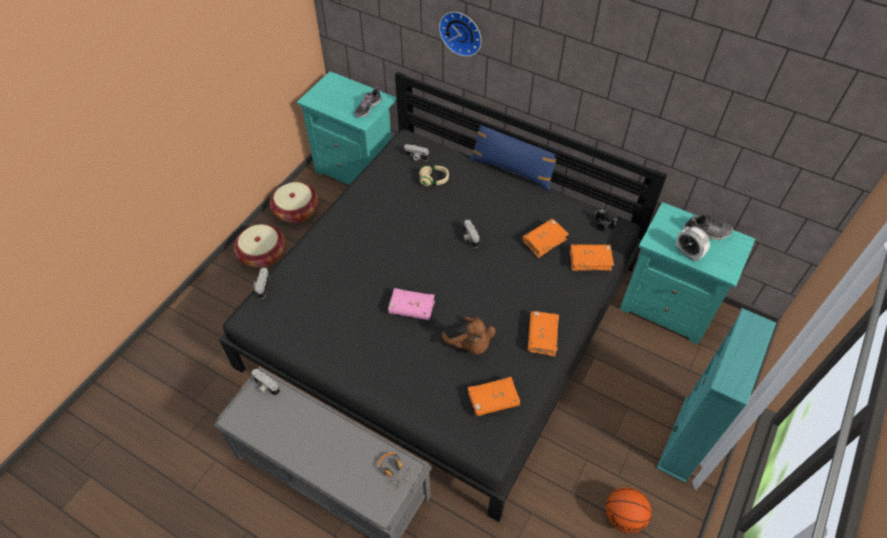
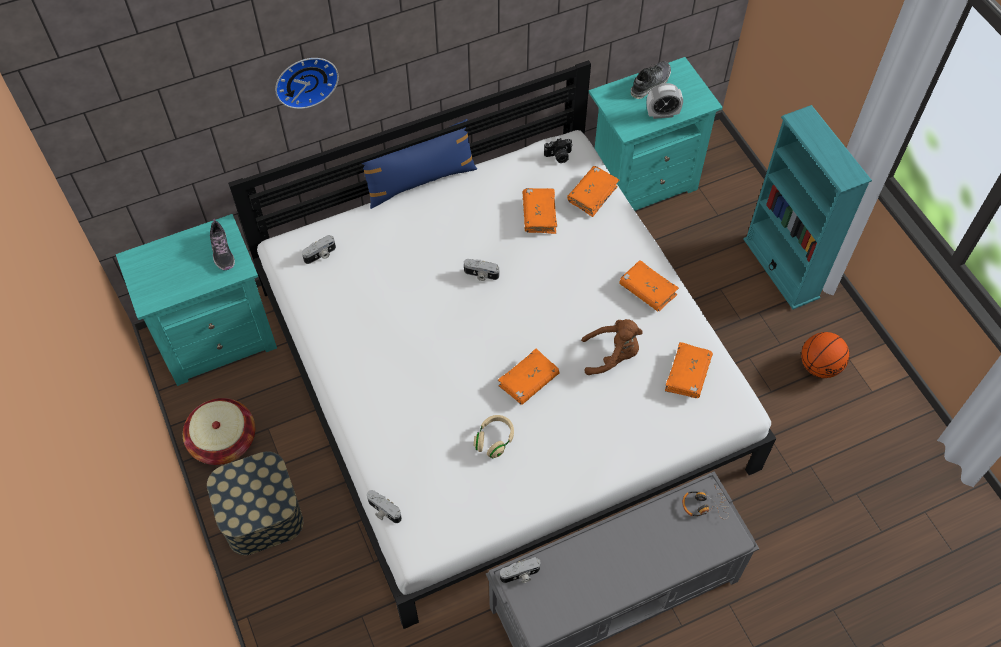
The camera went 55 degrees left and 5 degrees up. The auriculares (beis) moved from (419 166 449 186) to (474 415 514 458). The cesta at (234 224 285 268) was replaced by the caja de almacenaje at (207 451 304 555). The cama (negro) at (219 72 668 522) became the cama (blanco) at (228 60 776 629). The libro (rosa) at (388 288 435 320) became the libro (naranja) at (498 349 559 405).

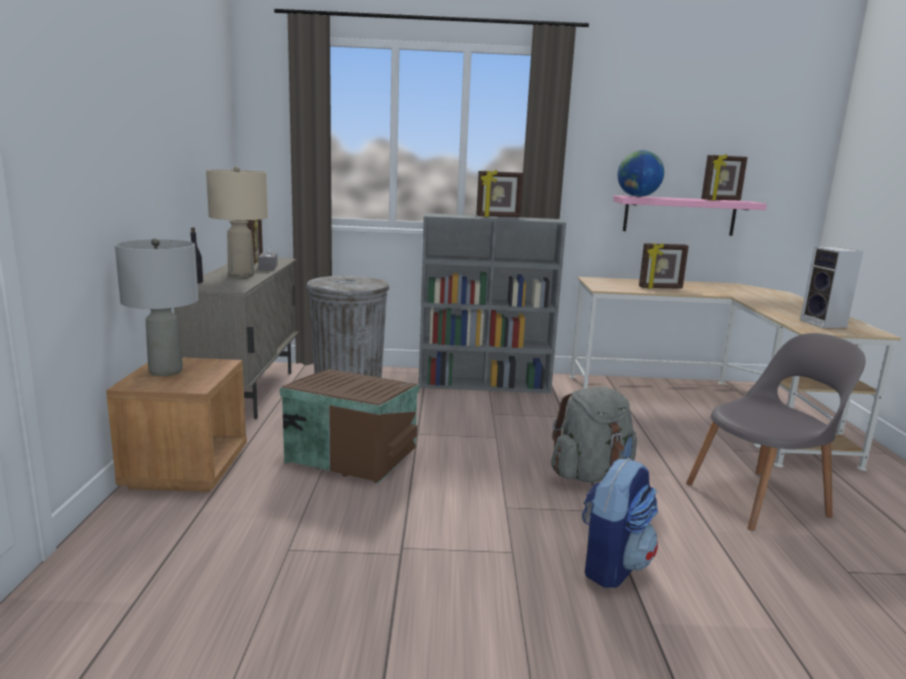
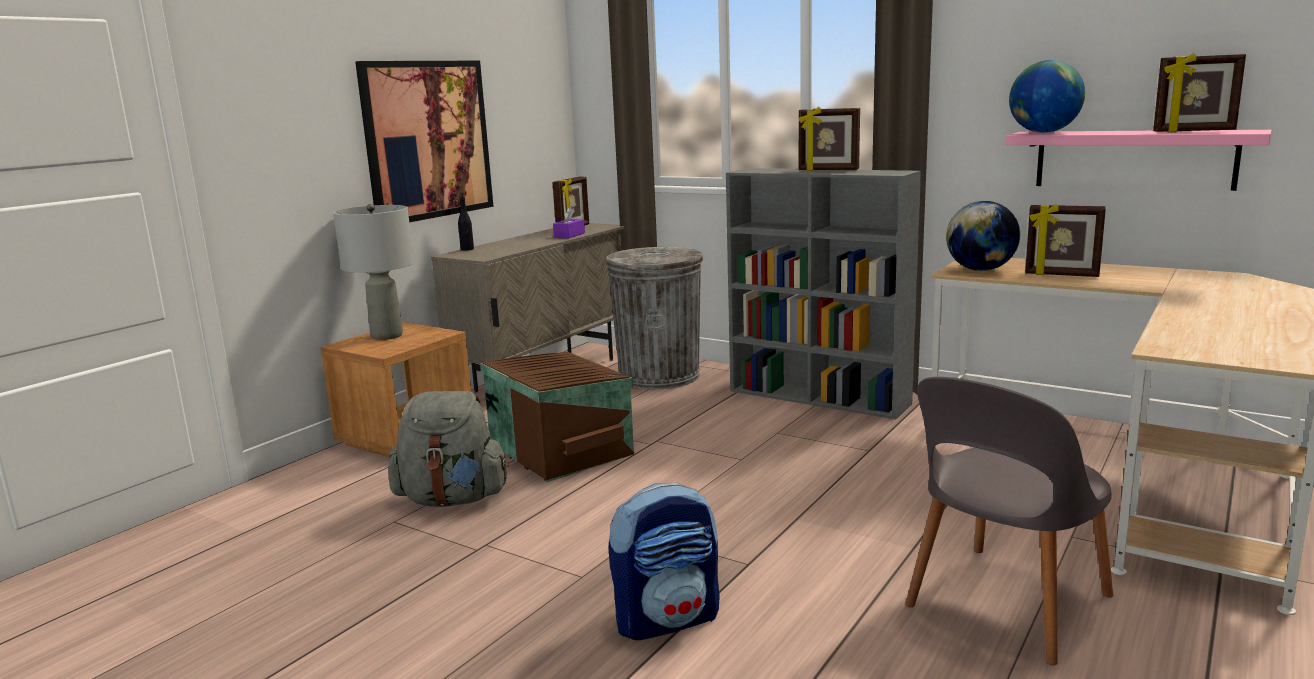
The camera went 35 degrees right and 0 degrees up. The lámpara de mesa (beis) at (206 166 268 278) disappeared. The altavoz at (800 247 863 328) disappeared. The cuadro at (355 61 494 222) appeared. The globo terráqueo at (946 201 1020 271) appeared. The mochila (gris) moved from (551 387 637 482) to (388 391 509 507). The caja de pañuelos (gris) at (258 243 278 270) became the caja de pañuelos (morado) at (553 207 585 239). The silla (gris) at (686 333 865 531) turned 120 degrees clockwise.

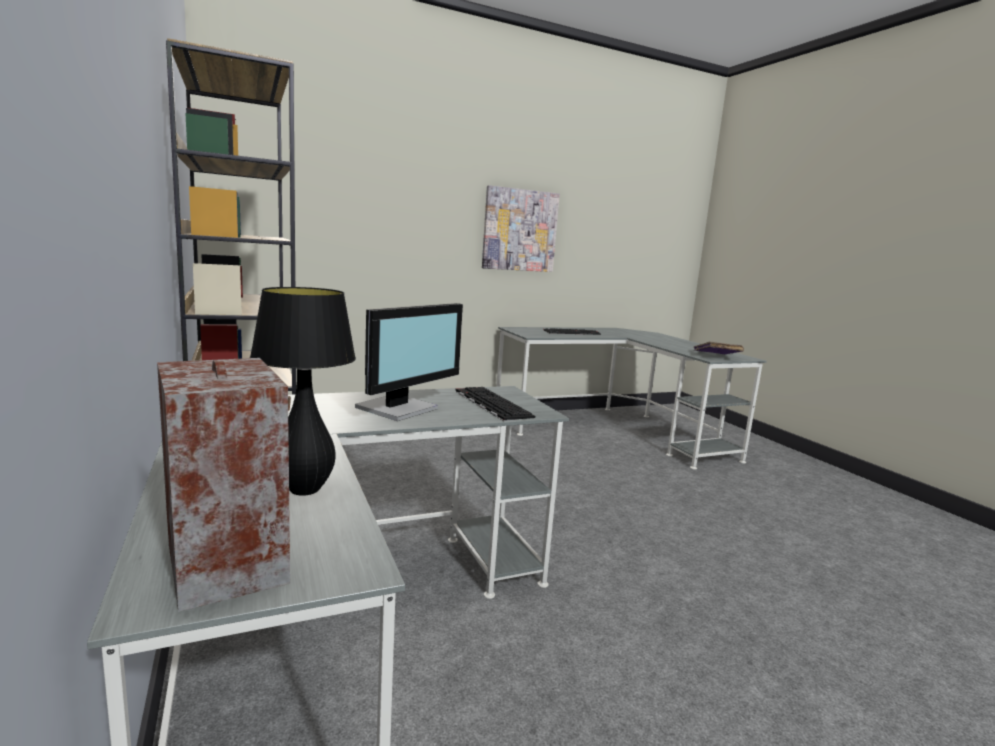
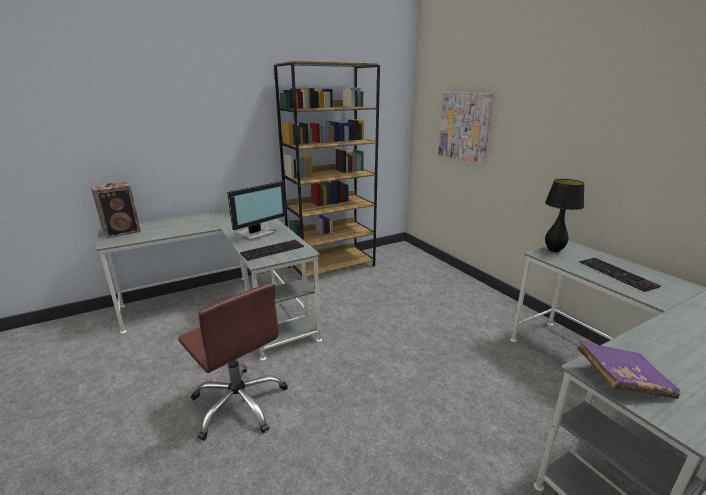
The camera went 85 degrees right and 10 degrees up. The silla de oficina (marrón) at (178 283 288 441) appeared. The lámpara de mesa (negro) moved from (250 287 356 496) to (545 179 585 252). The cuadro moved from (482 185 560 272) to (438 92 494 164). The monitor at (355 303 463 421) turned 75 degrees counterclockwise.

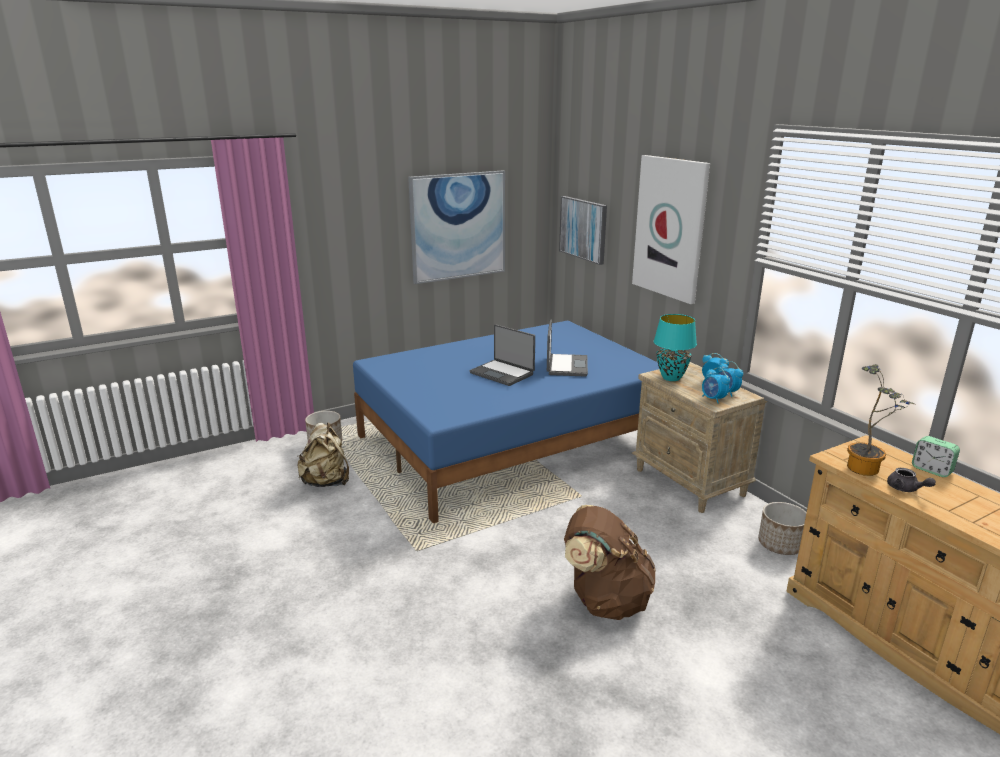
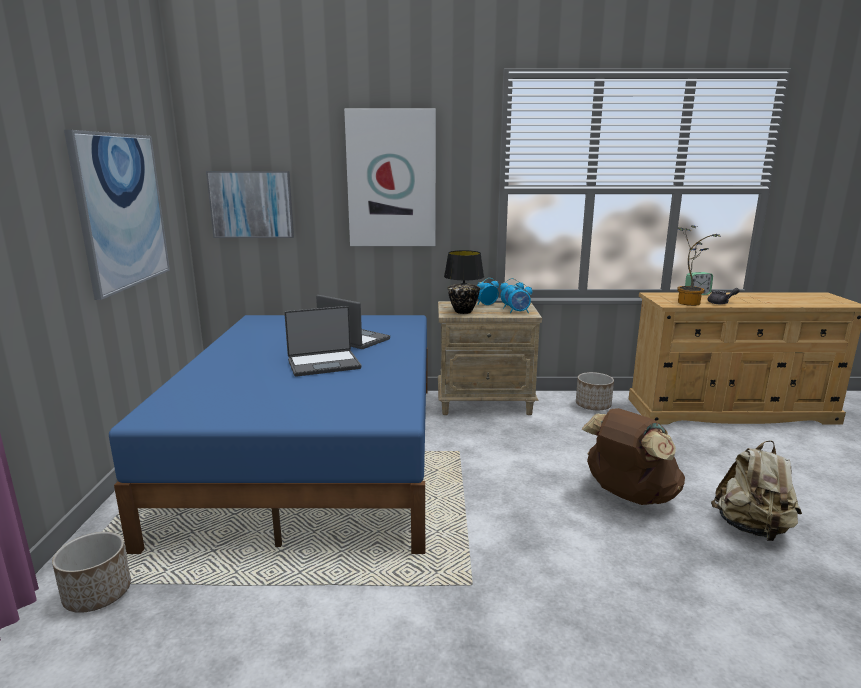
The camera went 60 degrees left and 5 degrees down. The mochila (beis) moved from (297 423 349 487) to (711 440 802 541). The lámpara de mesa (turquesa) at (654 314 697 381) became the lámpara de mesa (negro) at (444 250 484 314).

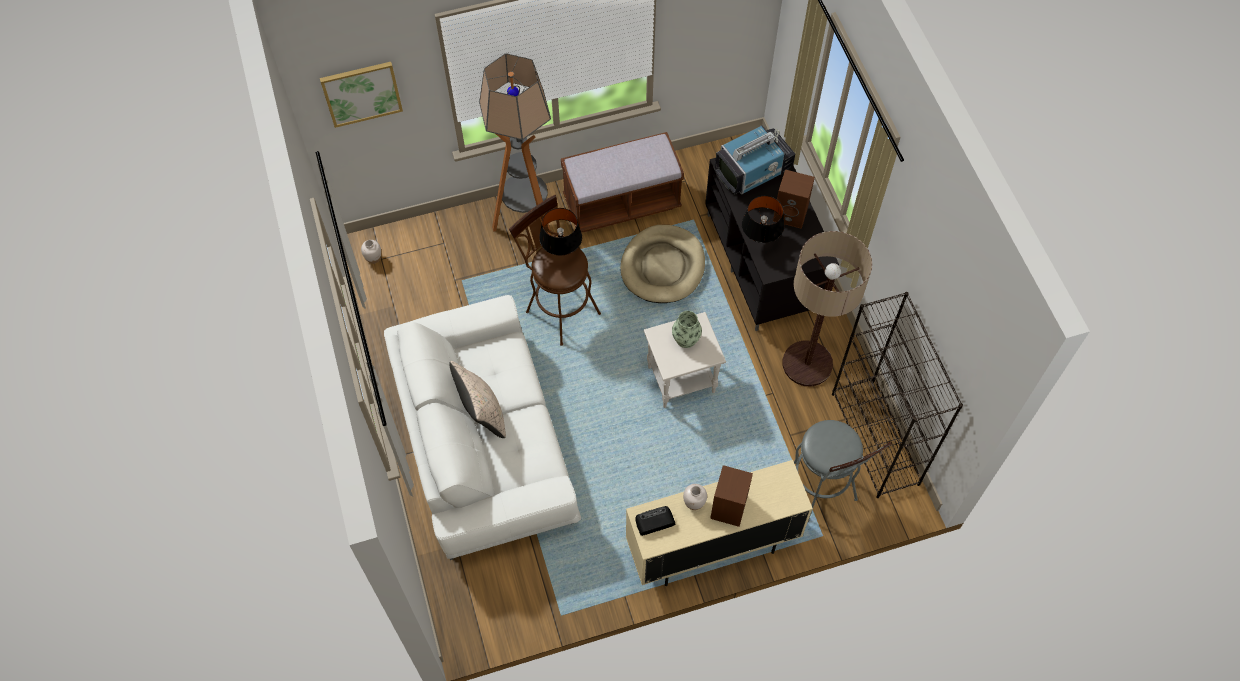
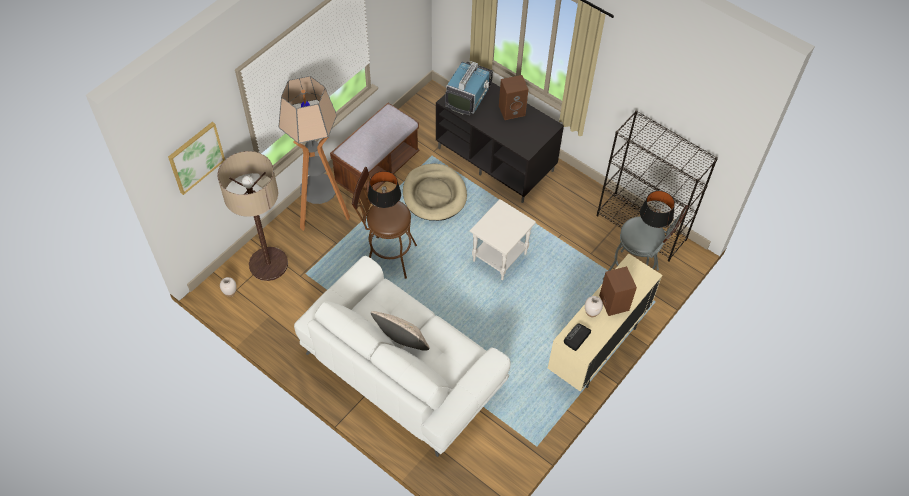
The camera went 35 degrees left and 5 degrees down. The florero at (672 311 702 348) disappeared. The lámpara de mesa (negro) moved from (742 196 784 243) to (640 191 675 228). The lámpara de pie moved from (783 231 872 386) to (218 151 288 281).

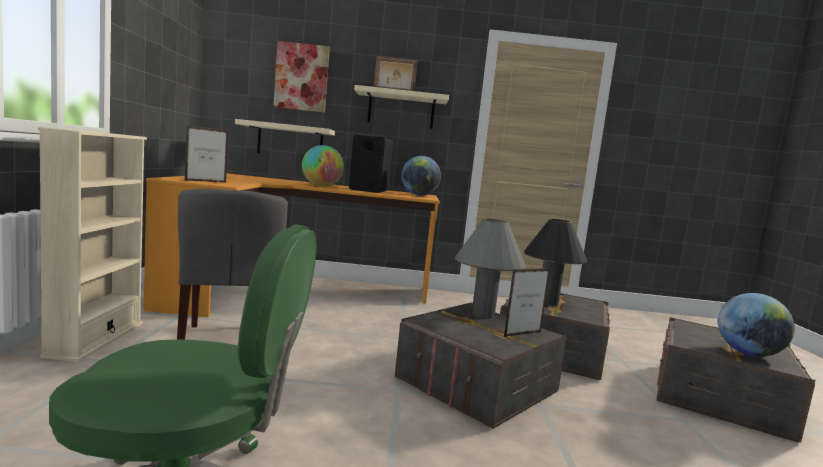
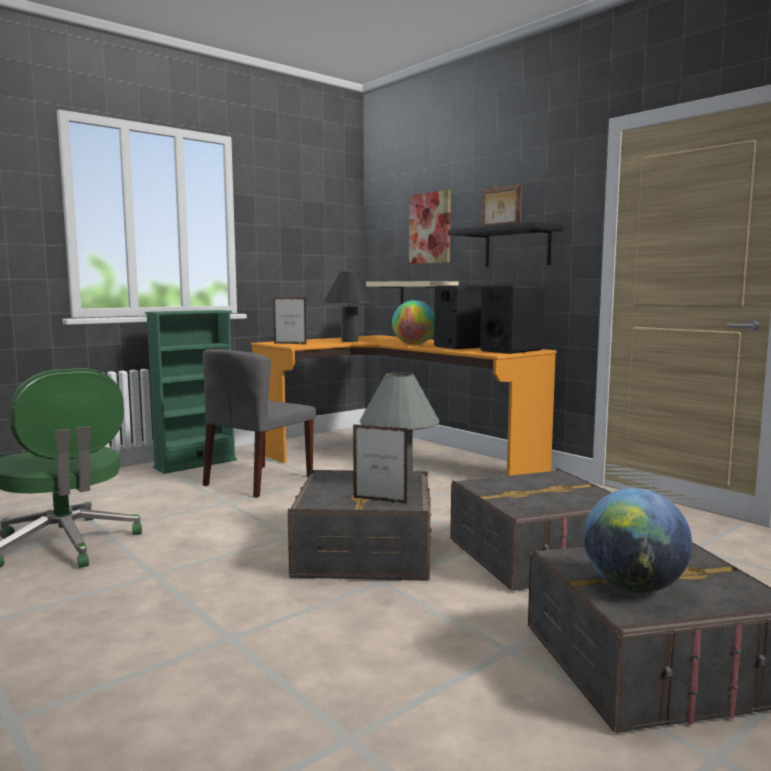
The camera went 50 degrees right and 0 degrees up. The lámpara de mesa (negro) moved from (524 219 587 306) to (324 271 375 342). The globo terráqueo at (402 156 441 196) was replaced by the altavoz (negro) at (480 285 545 354). The estantería (beis) at (38 127 147 362) became the estantería (verde) at (145 310 237 474). The estante (beis) at (354 85 449 129) became the estante (negro) at (448 222 564 267).

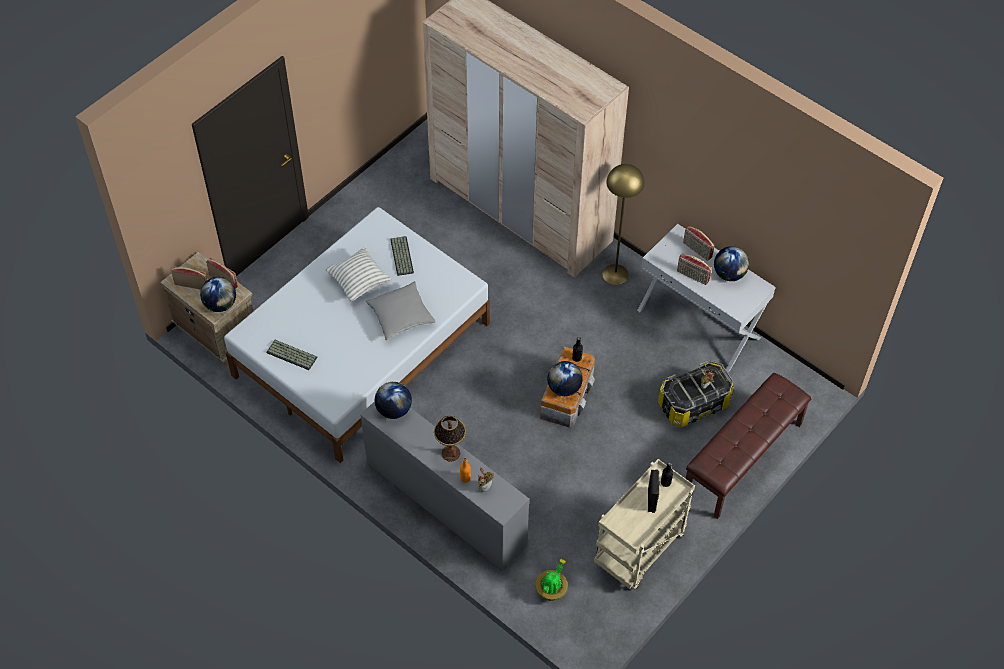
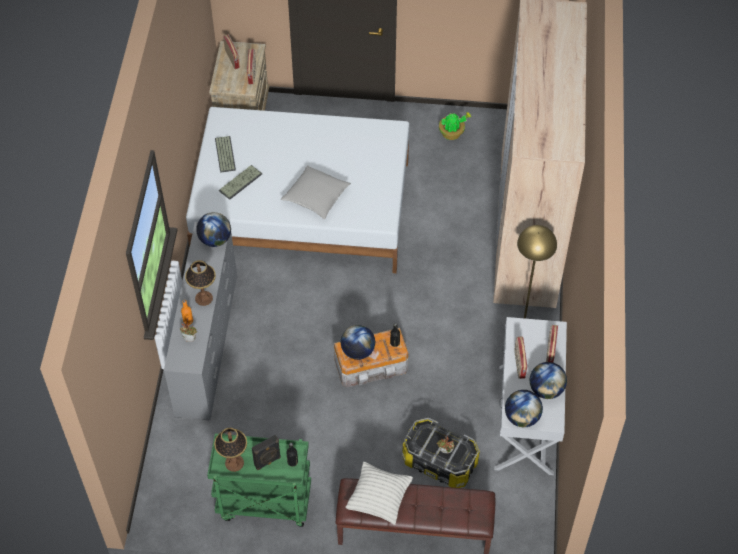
The camera went 55 degrees right and 0 degrees up. The lámpara de mesa at (214 428 247 472) appeared. The globo terráqueo moved from (200 277 236 312) to (505 390 543 427). The cojín moved from (325 247 391 301) to (345 462 413 525). The teclado moved from (390 236 414 276) to (219 165 262 200). The planta en maceta moved from (535 559 568 601) to (439 112 471 140). The carrito (beis) at (594 459 695 589) became the carrito (verde) at (207 433 311 527).

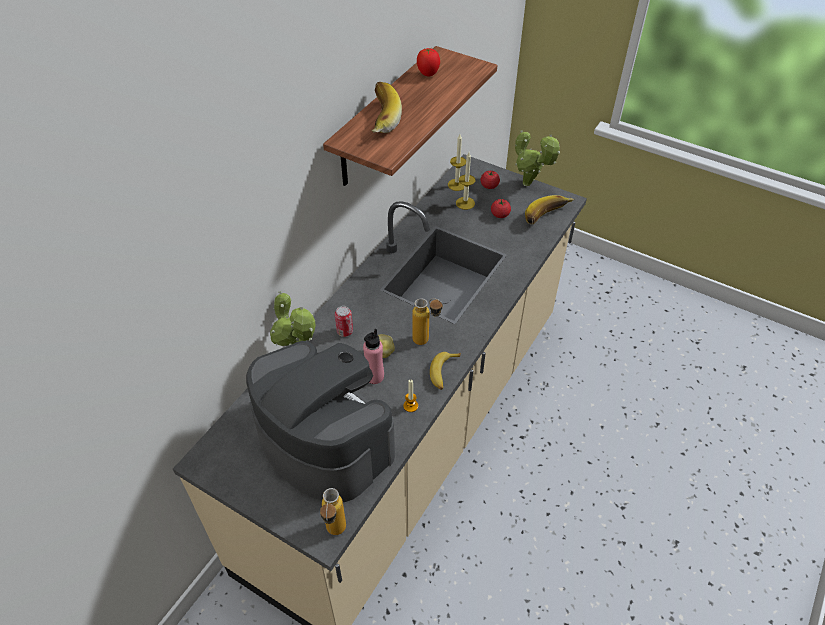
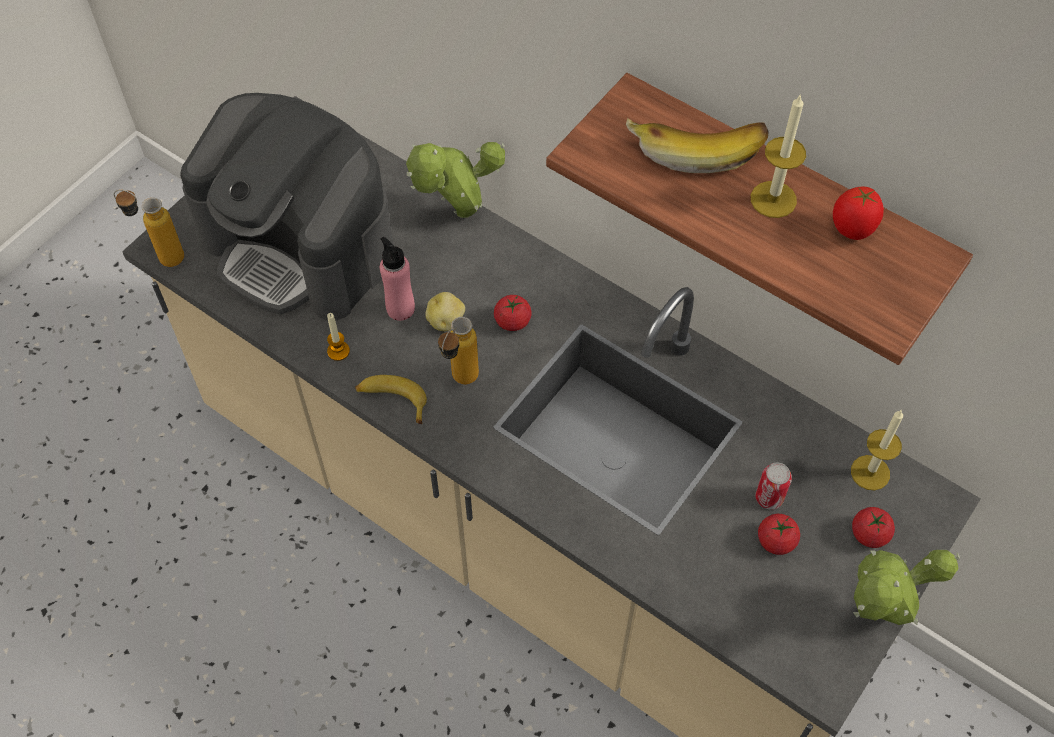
The camera went 95 degrees right and 10 degrees up. The plátano at (525 195 575 224) disappeared. The tomate at (494 295 532 331) appeared. The lata moved from (335 306 353 337) to (755 463 792 510). The vela moved from (456 153 475 210) to (751 94 806 218). The cafetera at (246 341 395 502) turned 75 degrees clockwise.

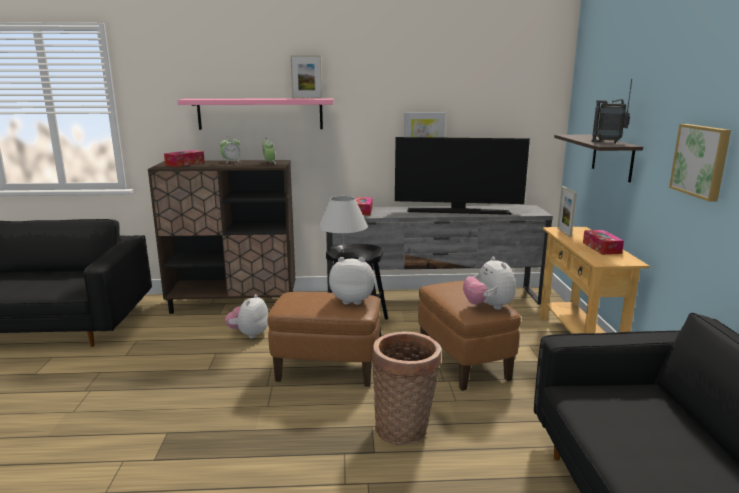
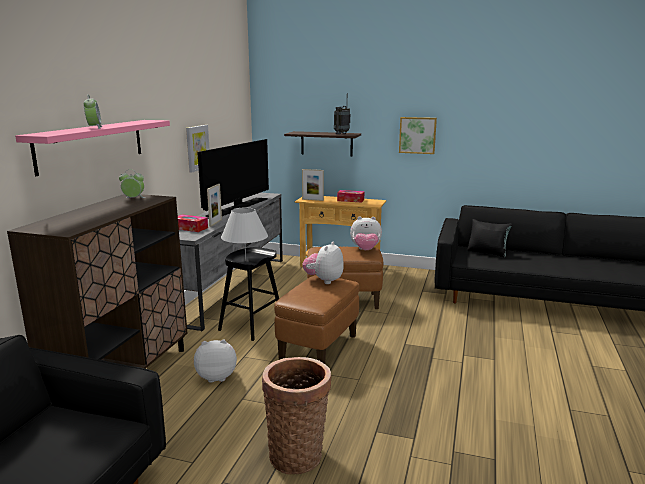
The camera went 70 degrees left and 0 degrees up. The caja de pañuelos at (164 150 205 167) disappeared. The cojín (negro) at (467 219 512 257) appeared. The despertador moved from (220 136 241 163) to (84 94 102 129). The portarretratos moved from (291 55 322 99) to (207 184 222 227). The cesta moved from (372 331 442 445) to (262 357 331 475). The peluche at (225 294 268 339) turned 135 degrees clockwise.

